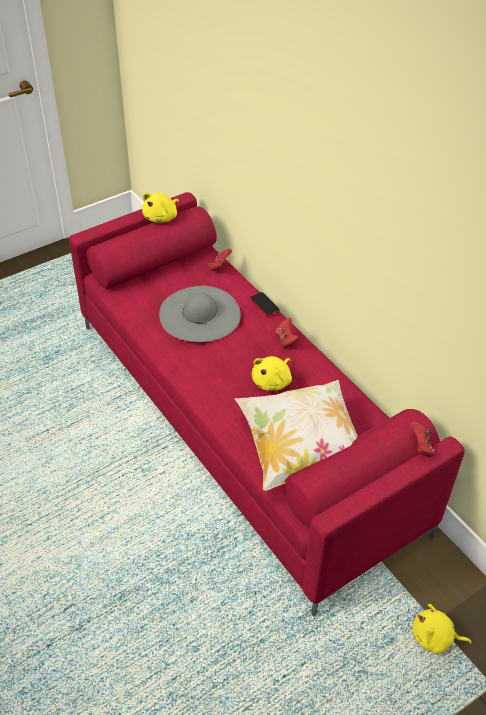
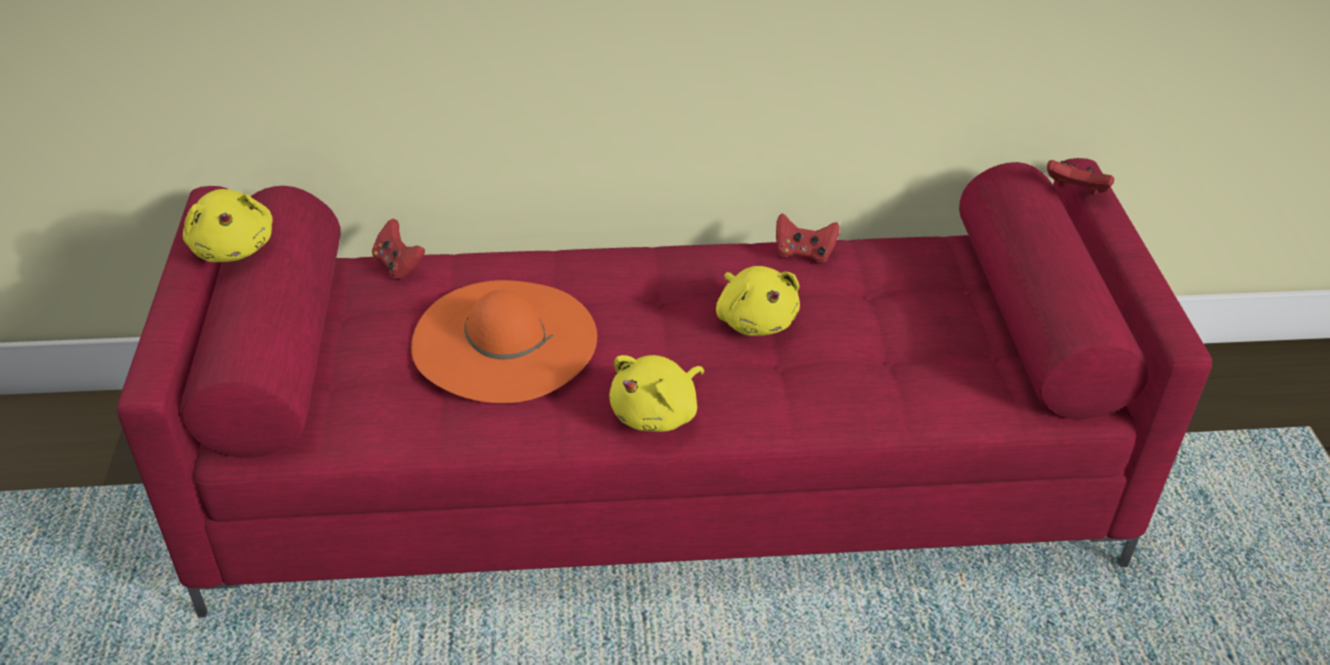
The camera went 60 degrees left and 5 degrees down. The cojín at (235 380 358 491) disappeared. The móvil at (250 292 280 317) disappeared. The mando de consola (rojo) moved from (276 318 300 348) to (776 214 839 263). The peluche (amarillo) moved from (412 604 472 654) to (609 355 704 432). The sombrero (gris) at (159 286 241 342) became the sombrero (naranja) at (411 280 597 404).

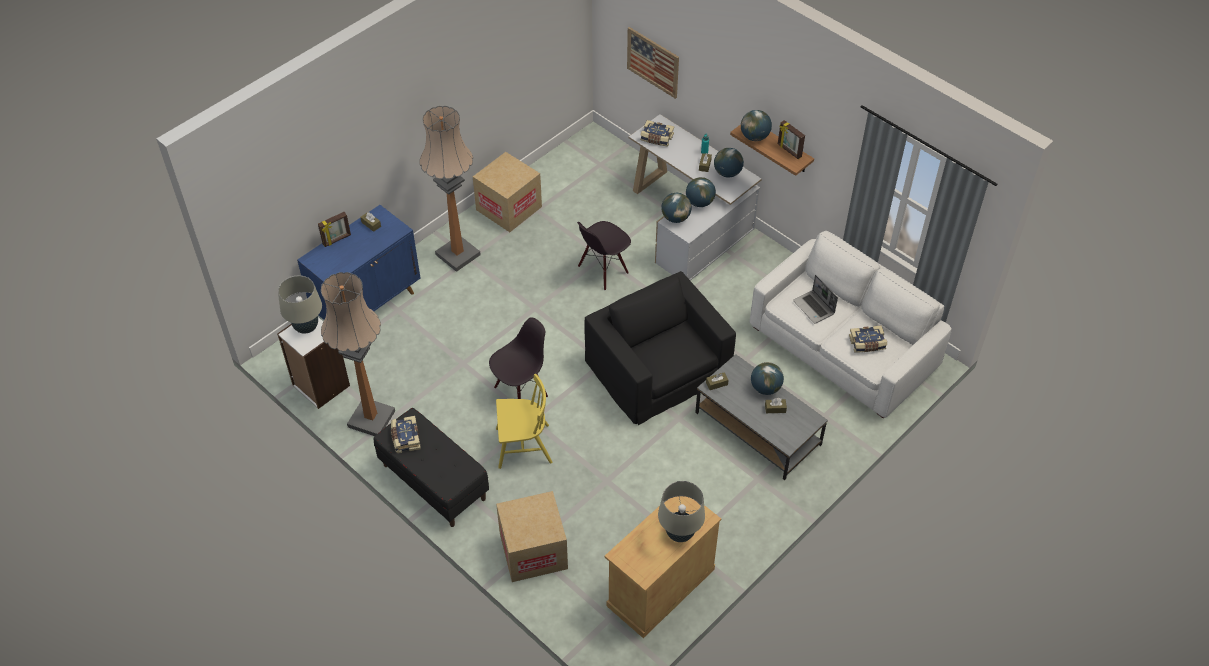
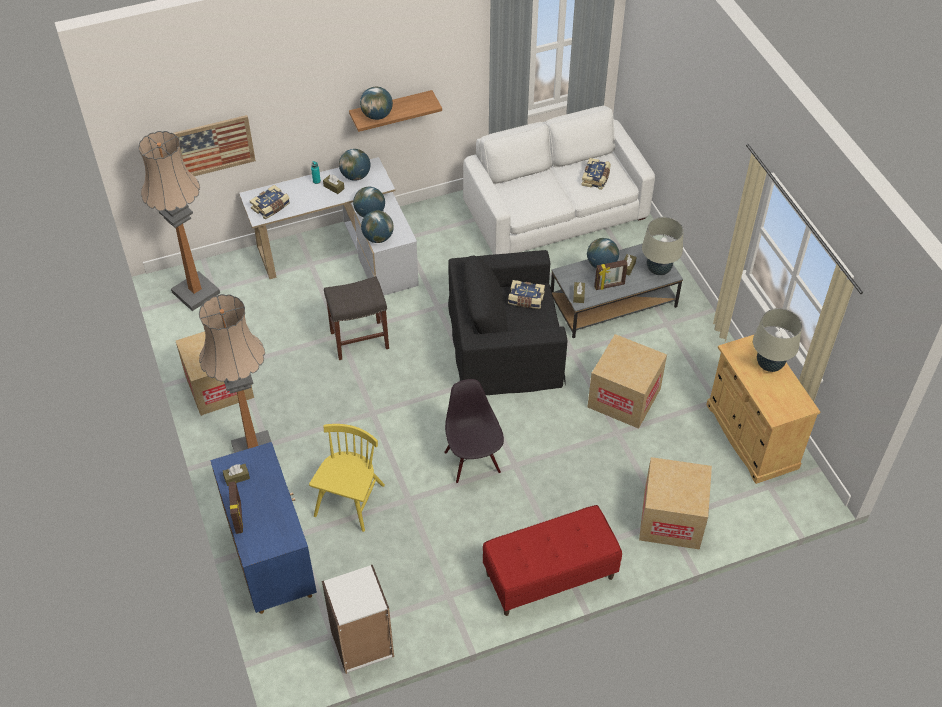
The camera went 65 degrees left and 0 degrees up. The portátil at (793 275 838 323) disappeared. The caja de cartón at (588 334 667 429) appeared. The lámpara de mesa (beis) moved from (278 275 322 334) to (642 217 684 275). The lámpara de pie moved from (321 272 395 436) to (138 131 220 311). The libro moved from (391 416 421 453) to (508 280 545 309). The silla (amarillo) moved from (496 374 553 469) to (309 424 385 532). The portarretratos moved from (778 120 805 159) to (594 260 628 290). The silla (negro) at (577 221 631 290) was replaced by the taburete (gris) at (324 276 389 360). The banco (negro) at (374 408 489 527) became the banco (rojo) at (483 505 622 616).

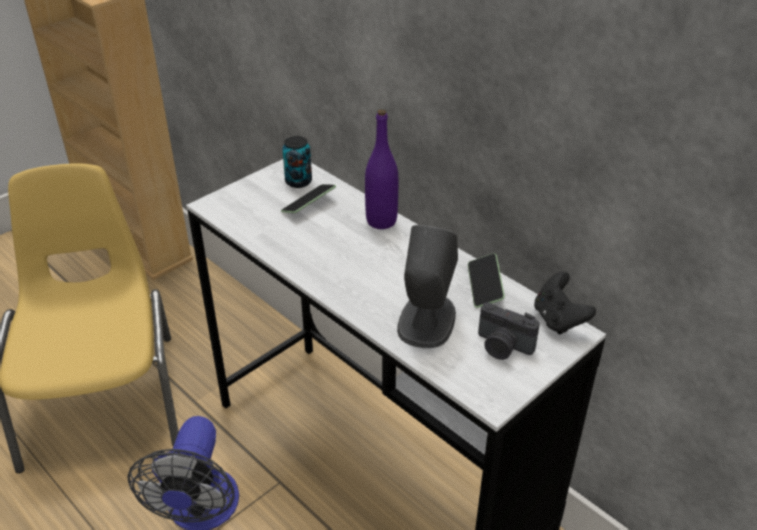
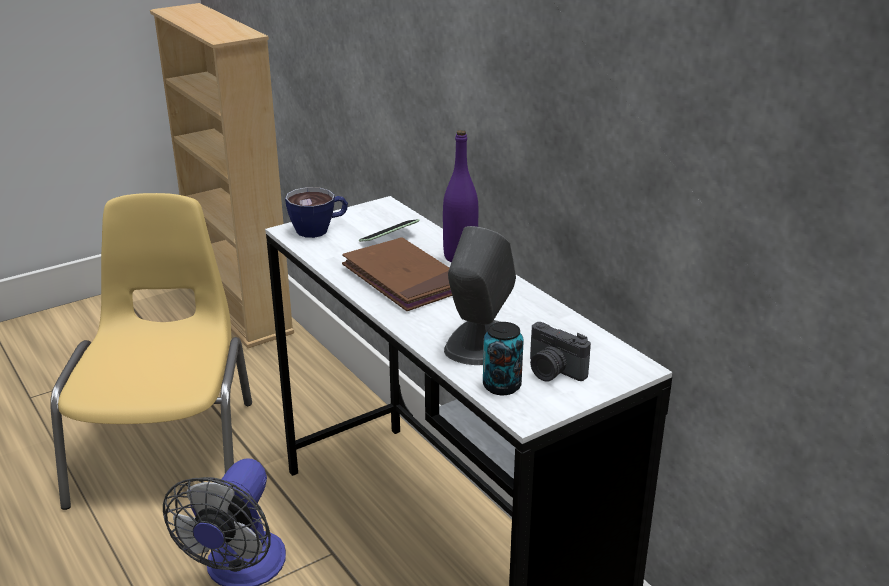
The camera went 10 degrees right and 10 degrees down. The móvil at (468 253 505 308) disappeared. The mando de consola (negro) at (534 272 596 335) disappeared. The taza at (285 187 348 238) appeared. The libro (marrón) at (342 237 452 311) appeared. The lata moved from (282 136 312 188) to (483 322 524 395).

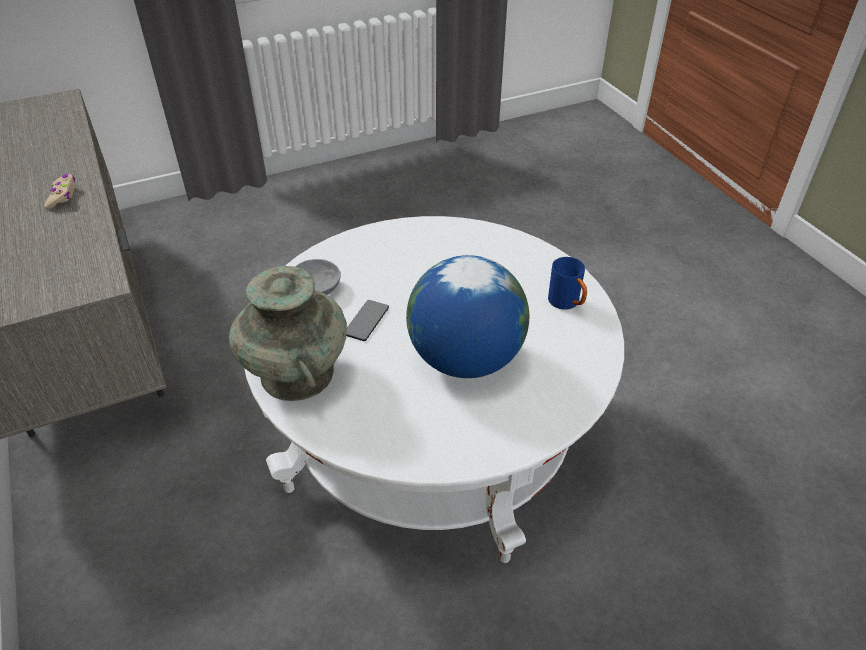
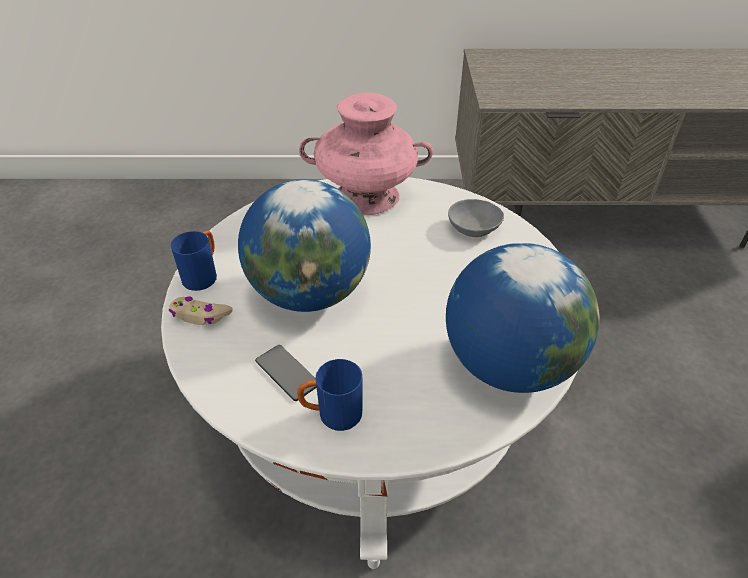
The camera went 115 degrees right and 0 degrees up. The taza grande (azul) at (171 231 217 291) appeared. The globo terráqueo at (446 243 600 393) appeared. The mando de consola (beis) moved from (44 174 75 209) to (169 296 233 325). The móvil moved from (346 300 389 341) to (255 345 317 401). The florero (turquesa) at (229 266 347 401) became the florero (rosa) at (299 93 433 215).

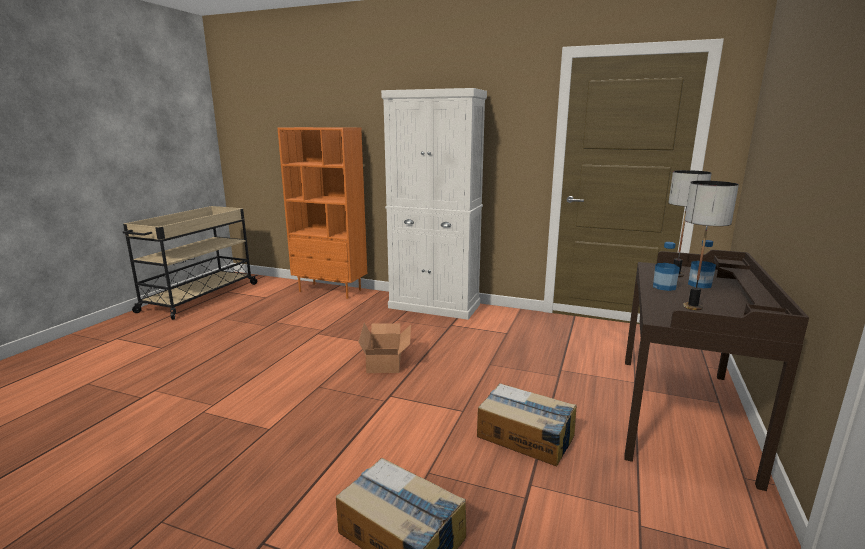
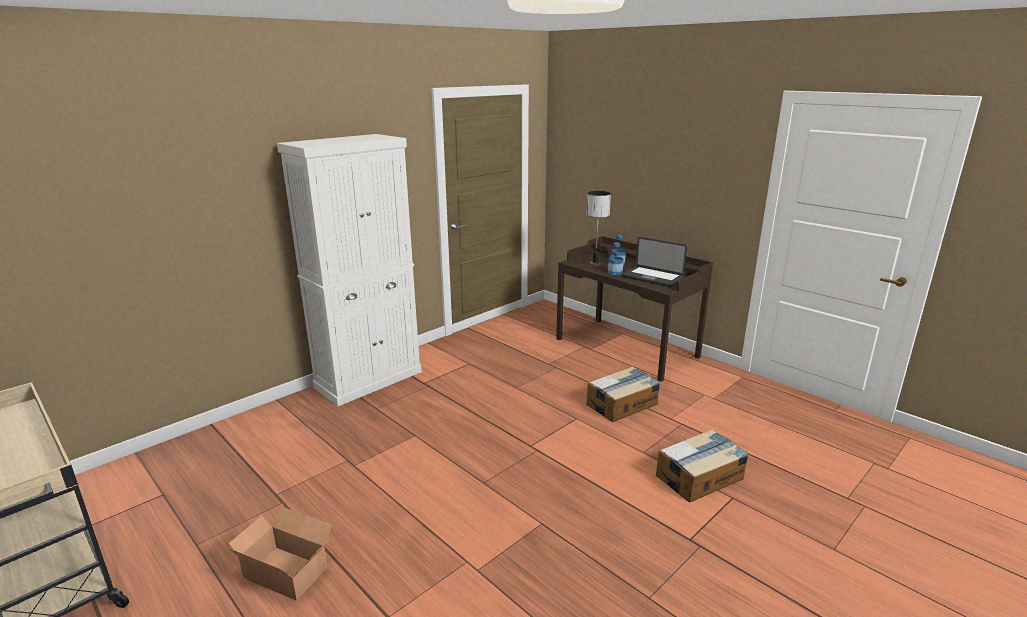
The camera went 65 degrees left and 5 degrees up. The estantería (naranja) at (278 127 367 299) disappeared. The caja de cartón moved from (358 323 411 373) to (228 506 333 600). The lámpara de mesa at (683 181 739 310) was replaced by the portátil at (622 237 687 287).

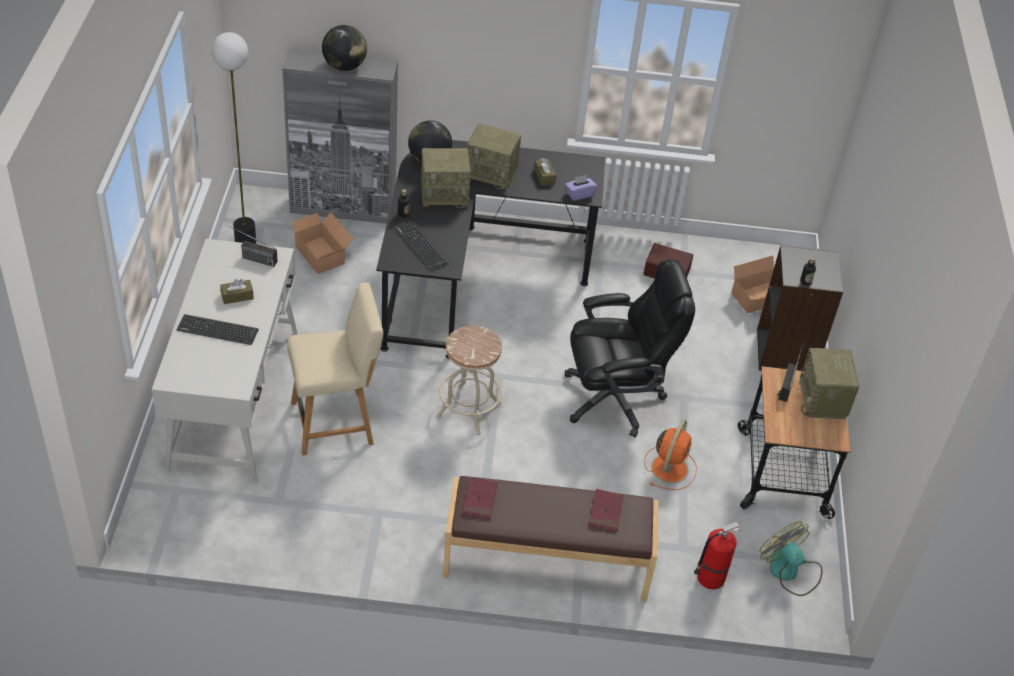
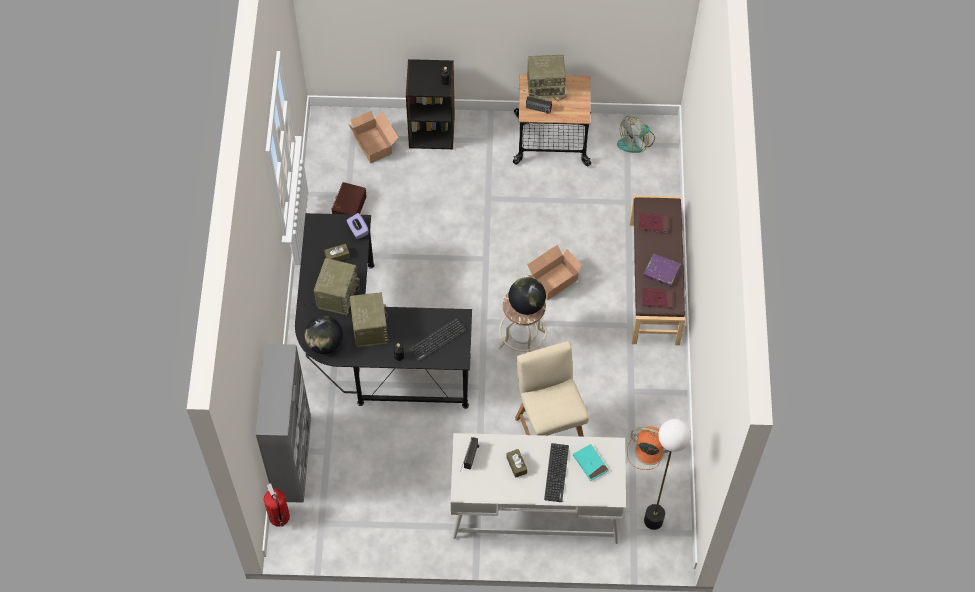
The camera went 90 degrees left and 15 degrees up. The silla de oficina (negro) at (565 259 695 437) disappeared. The libro (turquesa) at (573 444 609 481) appeared. The libro (morado) at (643 254 681 287) appeared. The lámpara de pie moved from (212 32 256 243) to (644 419 691 530). The caja de cartón moved from (289 212 353 274) to (527 245 582 300). The globo terráqueo moved from (322 25 367 71) to (508 277 546 315). The ventilador (naranja) moved from (644 419 697 490) to (627 426 671 470). The extintor moved from (694 522 740 590) to (264 483 290 527).

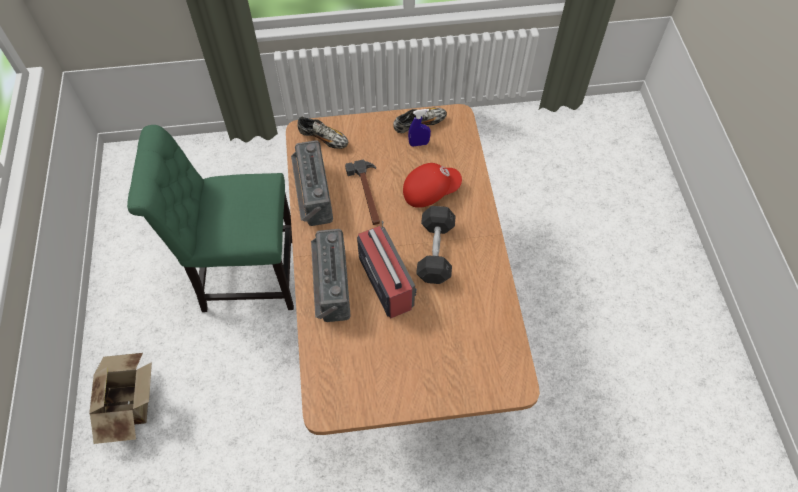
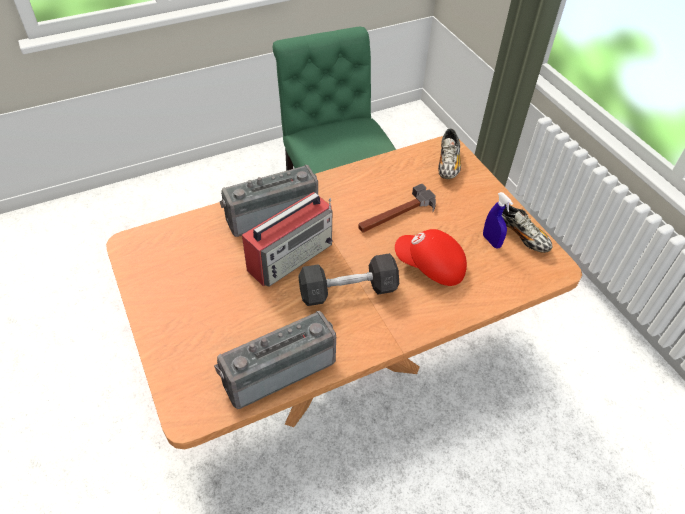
The camera went 70 degrees right and 10 degrees down. The caja de cartón at (89 353 152 444) disappeared. The radio moved from (291 140 333 226) to (214 311 336 409). The gorra (rojo) at (403 163 462 208) turned 150 degrees clockwise.

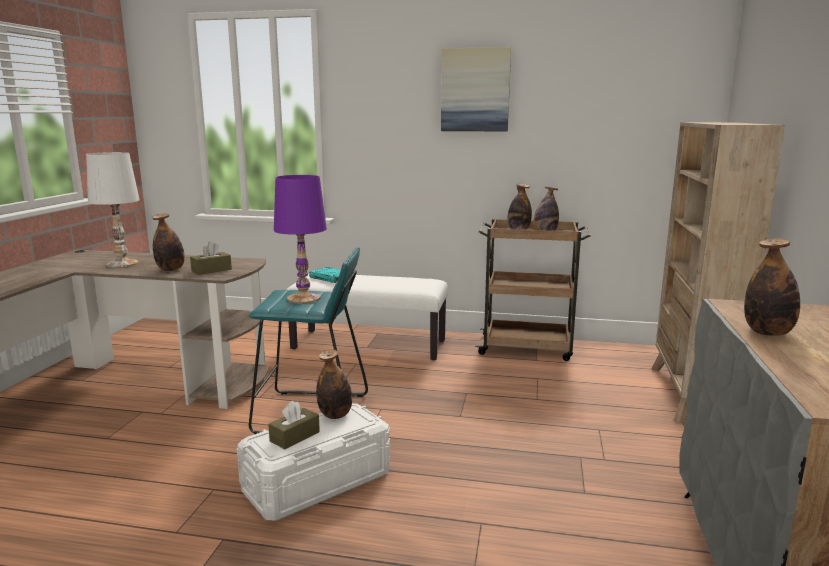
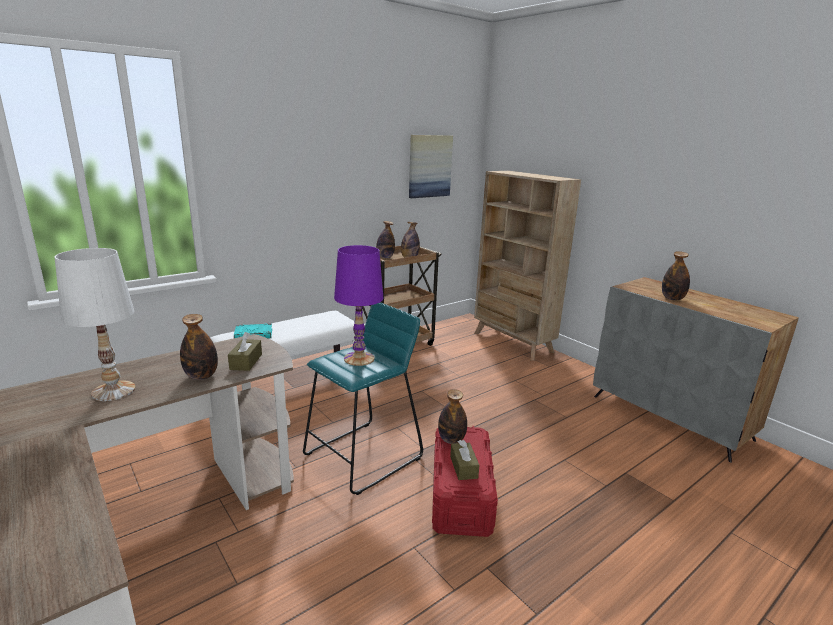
The camera went 50 degrees left and 5 degrees up. The cuadro moved from (441 47 511 132) to (409 135 453 198). The caja de almacenaje (blanco) at (237 404 390 521) became the caja de almacenaje (rojo) at (432 426 498 537).

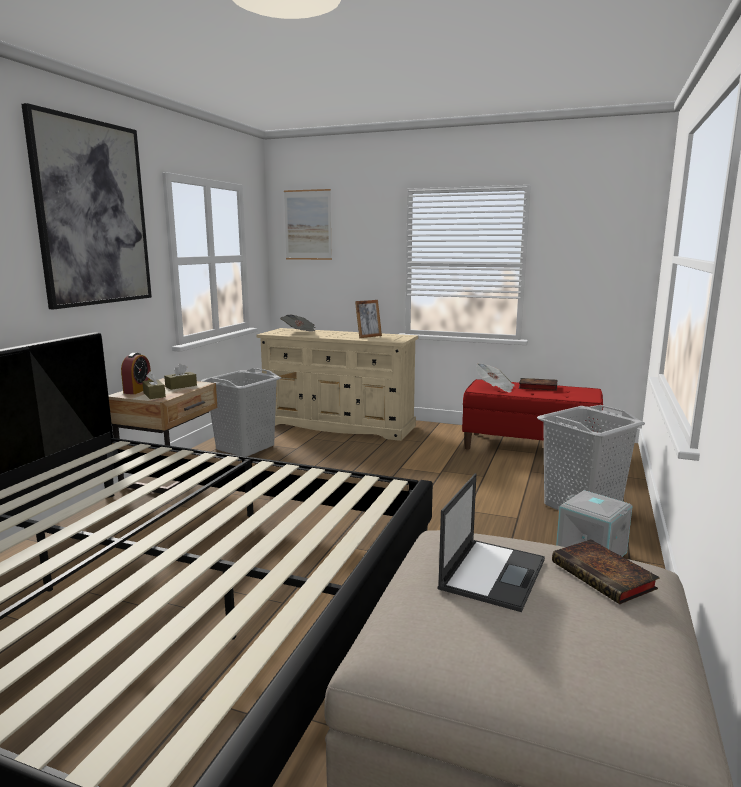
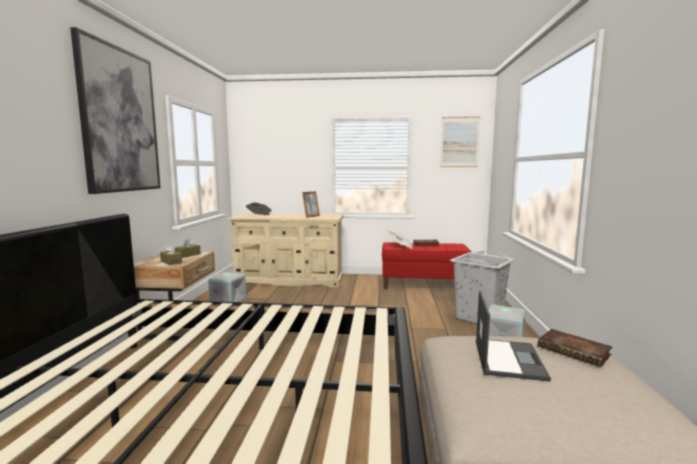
The camera went 15 degrees left and 5 degrees down. The despertador at (121 353 151 394) disappeared. The cuadro moved from (284 189 332 260) to (440 117 480 167). The cesto de la ropa (gris) at (201 368 281 456) was replaced by the caja de almacenaje (gris) at (208 272 246 302).

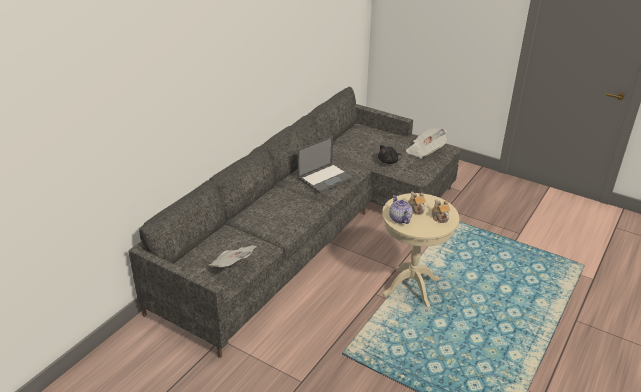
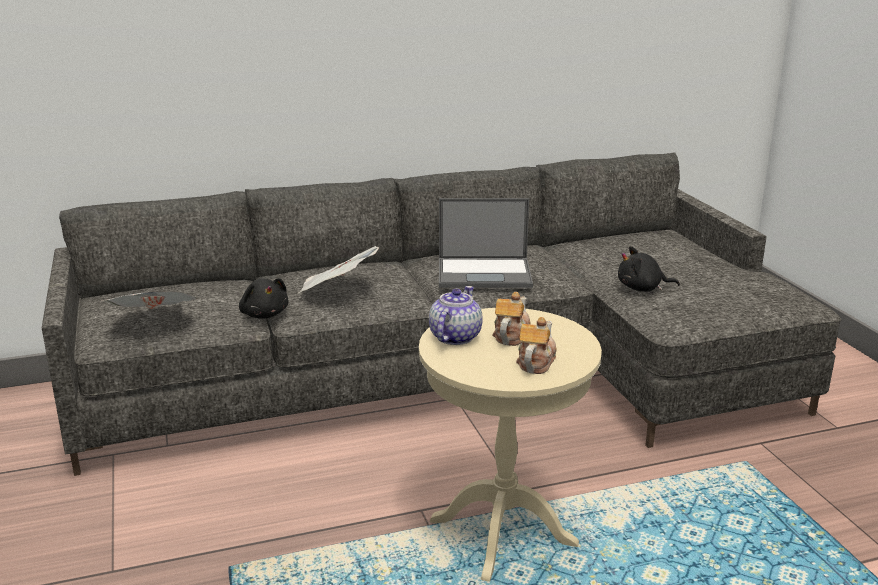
The camera went 40 degrees right and 10 degrees down. The peluche (negro) at (239 278 288 319) appeared. The periódico moved from (406 128 447 158) to (297 246 379 294).

